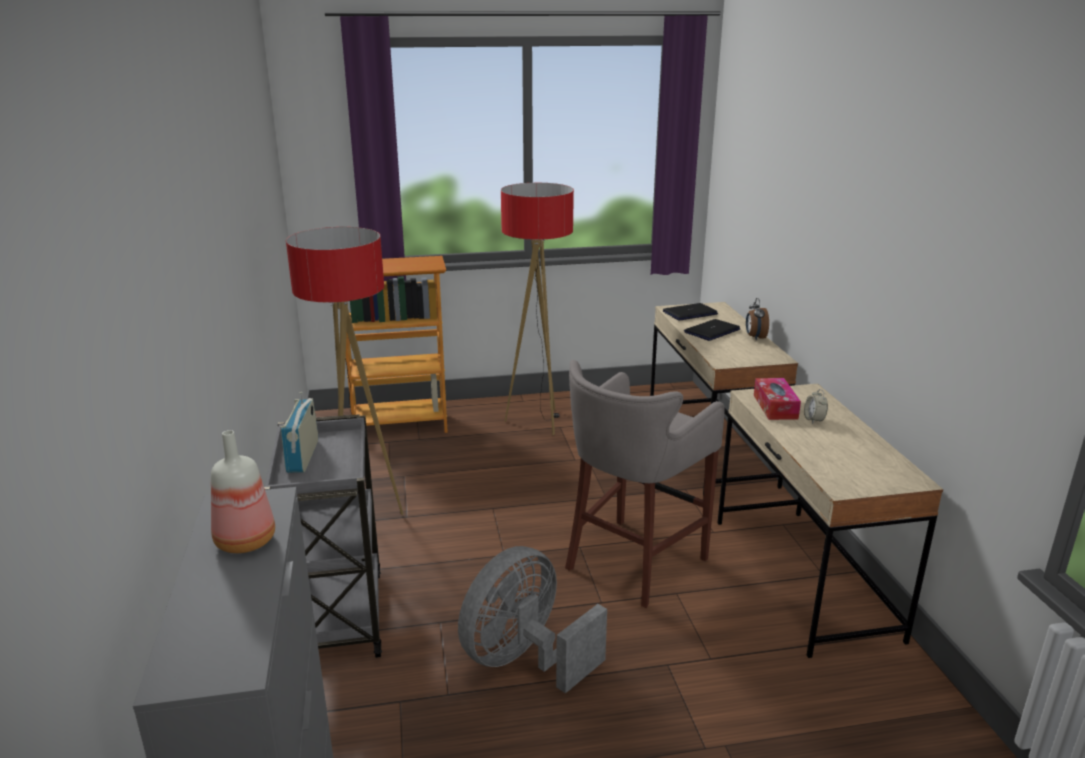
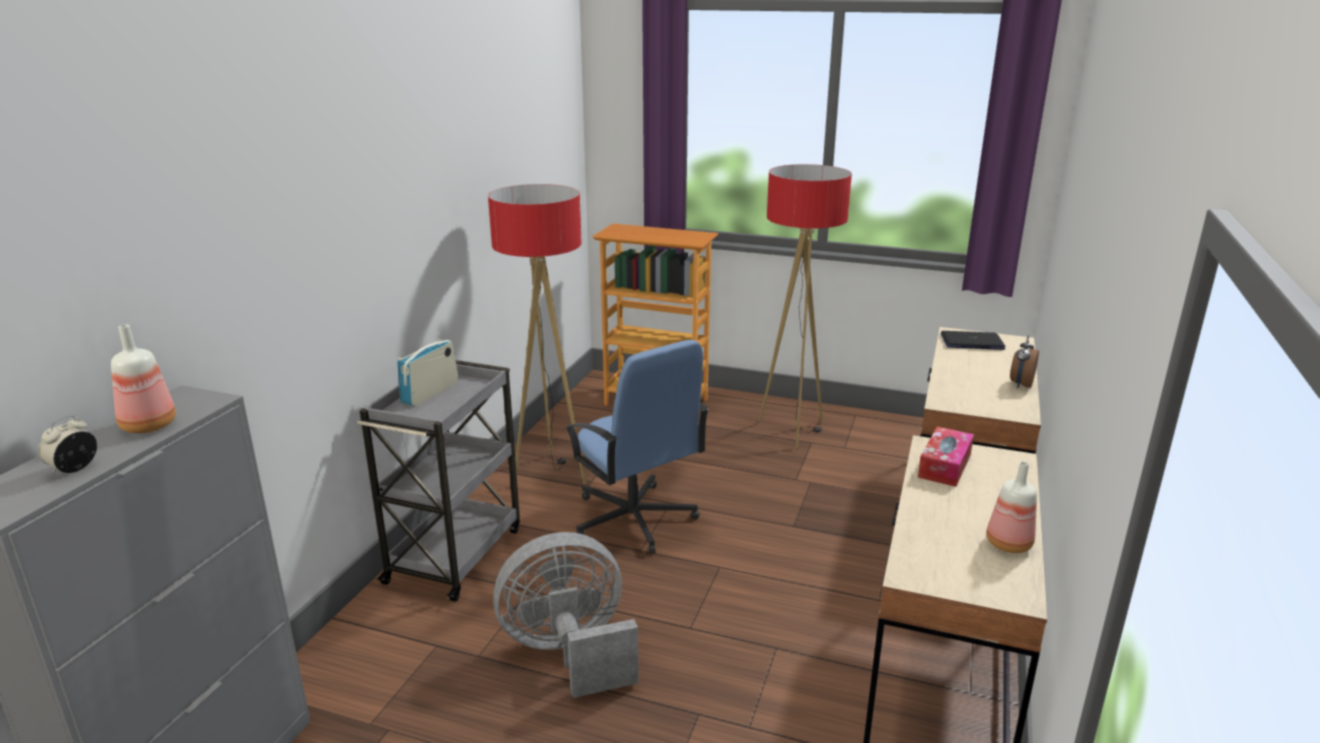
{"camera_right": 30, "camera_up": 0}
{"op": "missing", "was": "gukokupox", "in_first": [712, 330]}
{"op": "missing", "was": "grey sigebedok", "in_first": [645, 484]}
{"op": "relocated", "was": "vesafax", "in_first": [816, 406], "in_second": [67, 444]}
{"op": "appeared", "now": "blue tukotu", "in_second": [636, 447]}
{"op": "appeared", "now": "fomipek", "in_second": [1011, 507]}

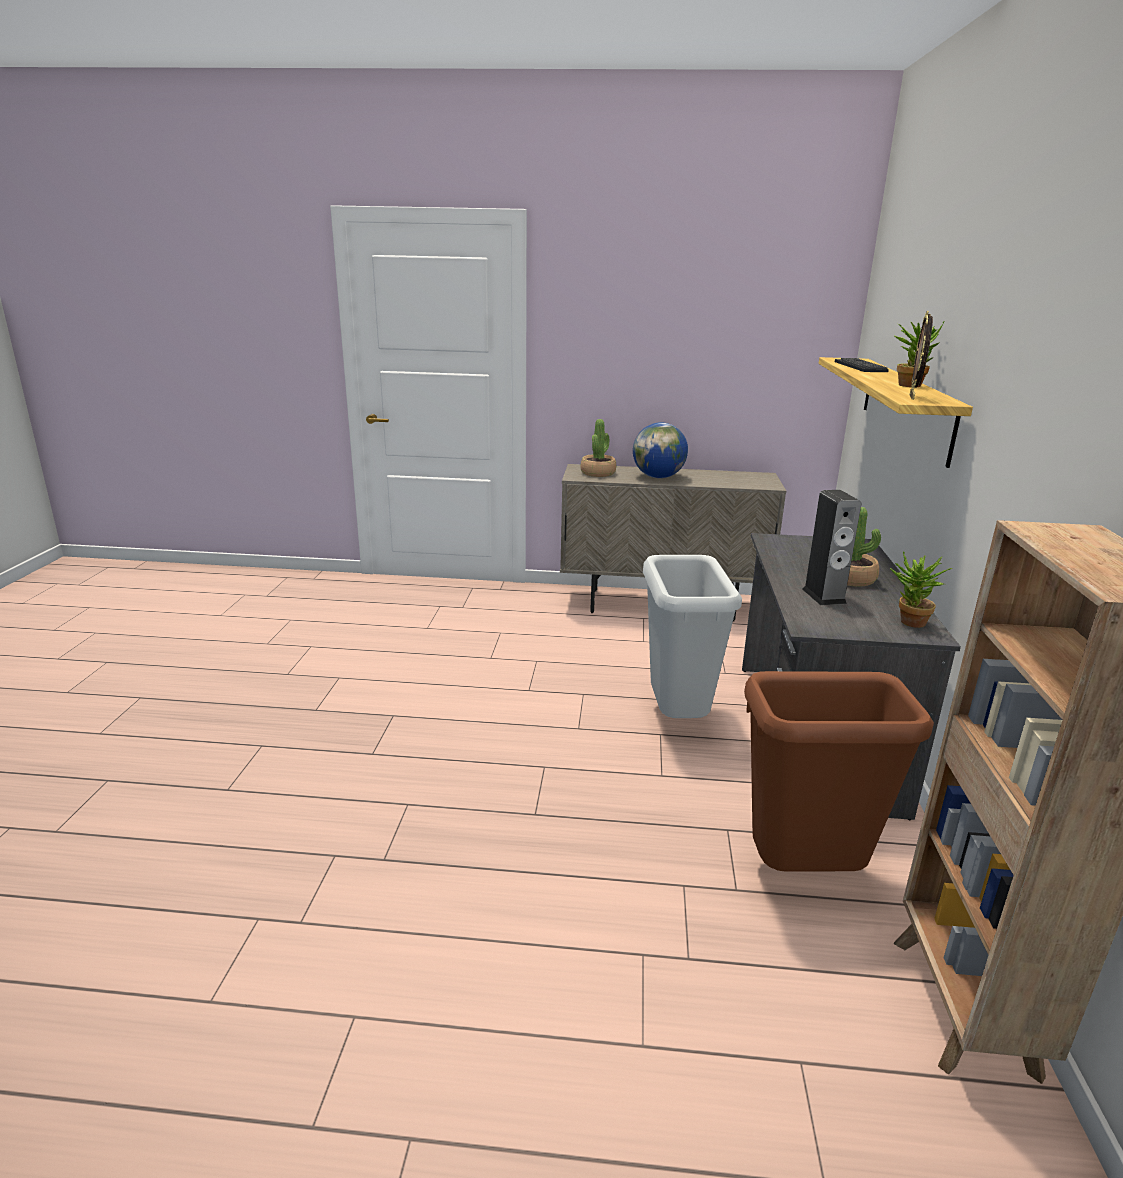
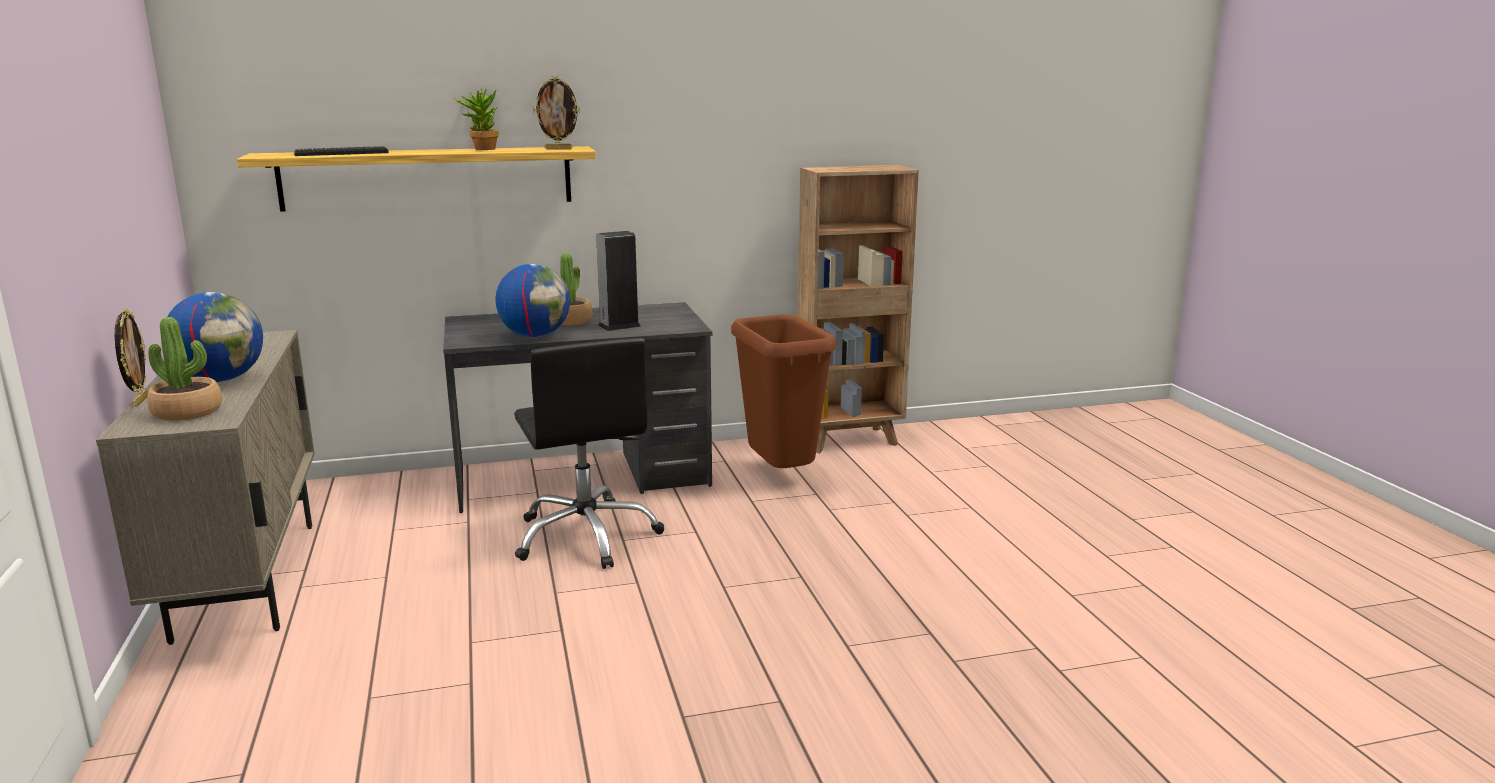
{"camera_right": -110, "camera_up": -5}
{"op": "missing", "was": "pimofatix", "in_first": [921, 589]}
{"op": "exchanged", "was": "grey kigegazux", "now": "black tukotu", "in_first": [692, 636], "in_second": [589, 453]}
{"op": "appeared", "now": "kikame", "in_second": [533, 300]}
{"op": "appeared", "now": "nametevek", "in_second": [131, 358]}

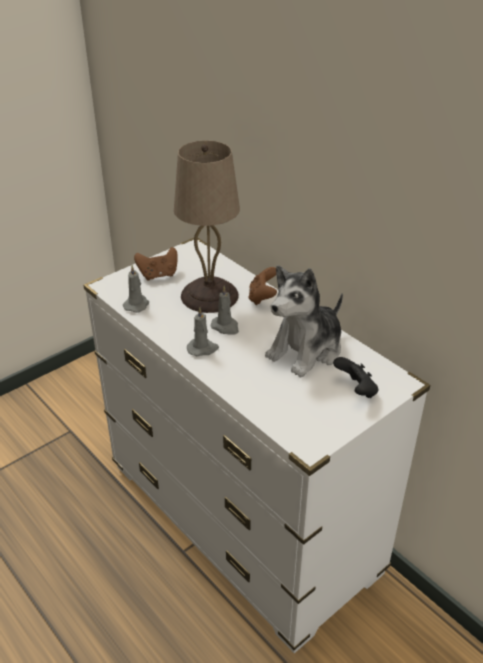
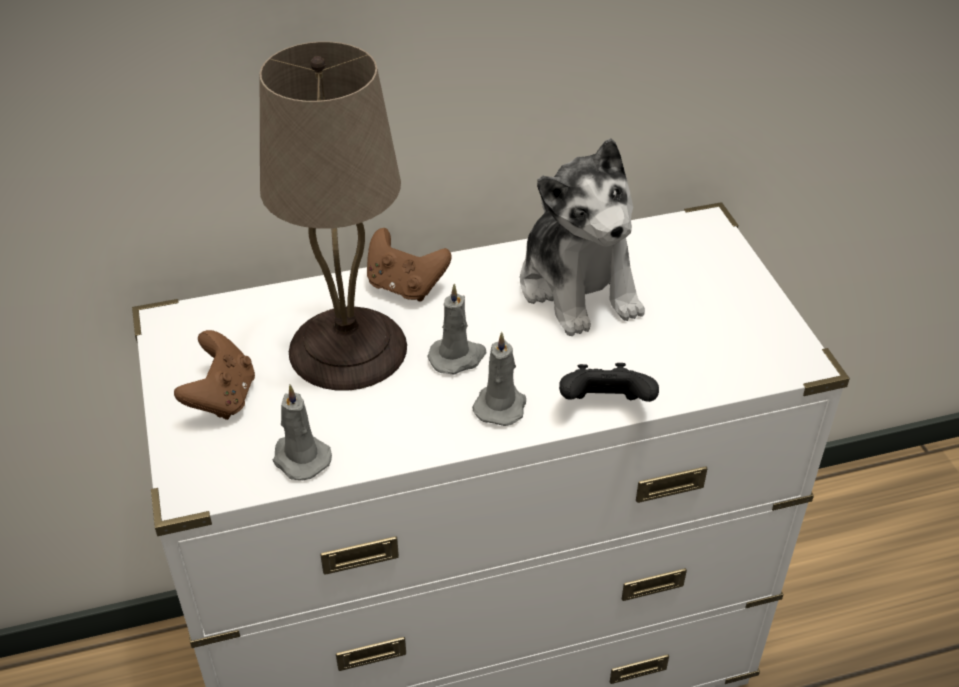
{"camera_right": -65, "camera_up": 5}
{"op": "relocated", "was": "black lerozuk", "in_first": [355, 377], "in_second": [609, 382]}

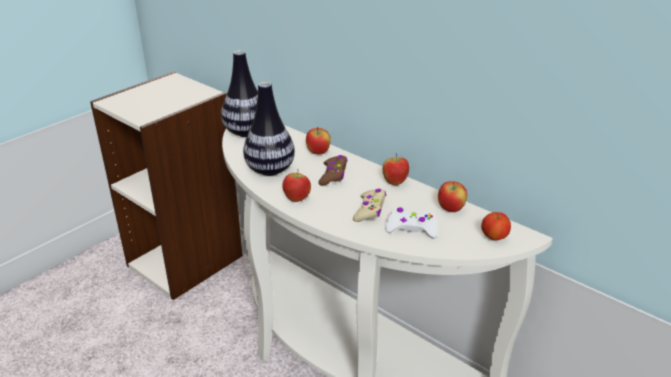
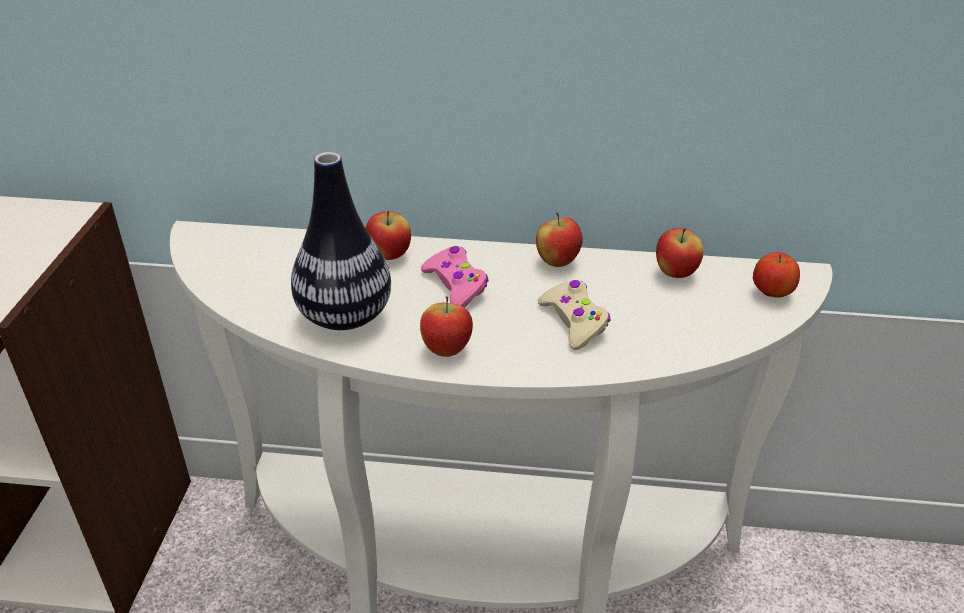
{"camera_right": -35, "camera_up": 5}
{"op": "missing", "was": "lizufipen", "in_first": [239, 93]}
{"op": "colour", "was": "brown lerozuk", "now": "pink lerozuk", "in_first": [333, 170], "in_second": [454, 276]}
{"op": "missing", "was": "white lerozuk", "in_first": [411, 222]}

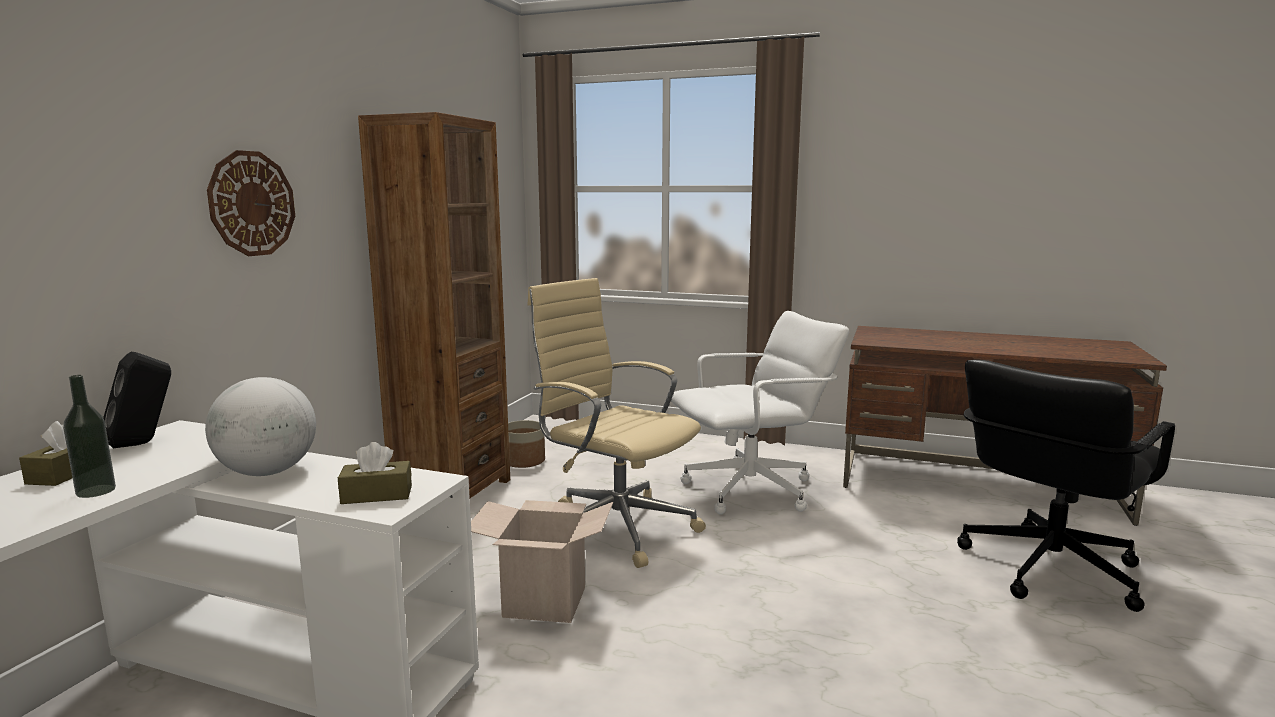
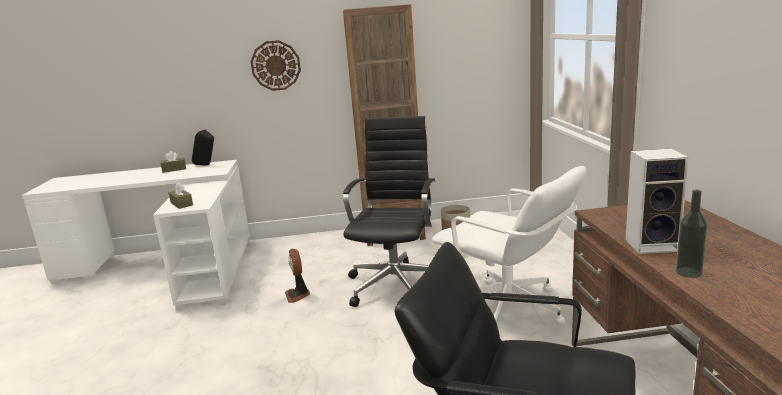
{"camera_right": 65, "camera_up": 5}
{"op": "colour", "was": "beige tukotu", "now": "black tukotu", "in_first": [616, 423], "in_second": [389, 211]}
{"op": "relocated", "was": "fomipek", "in_first": [89, 436], "in_second": [692, 234]}
{"op": "missing", "was": "kikame", "in_first": [260, 426]}
{"op": "exchanged", "was": "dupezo", "now": "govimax", "in_first": [542, 561], "in_second": [297, 276]}
{"op": "appeared", "now": "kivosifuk", "in_second": [657, 201]}

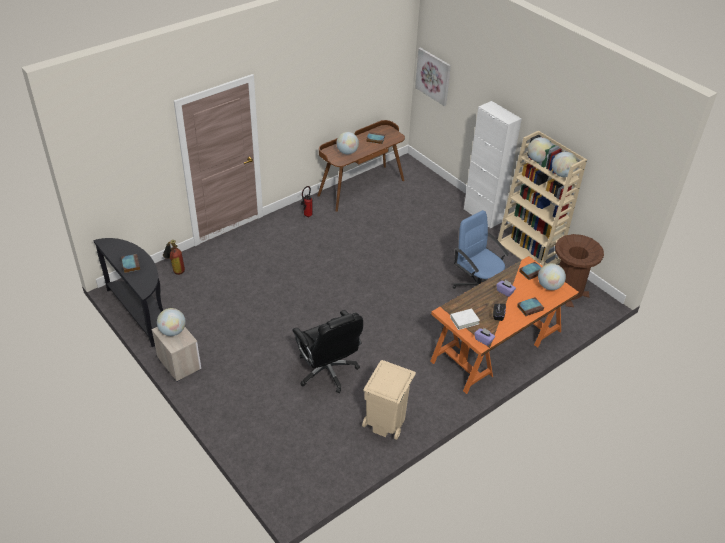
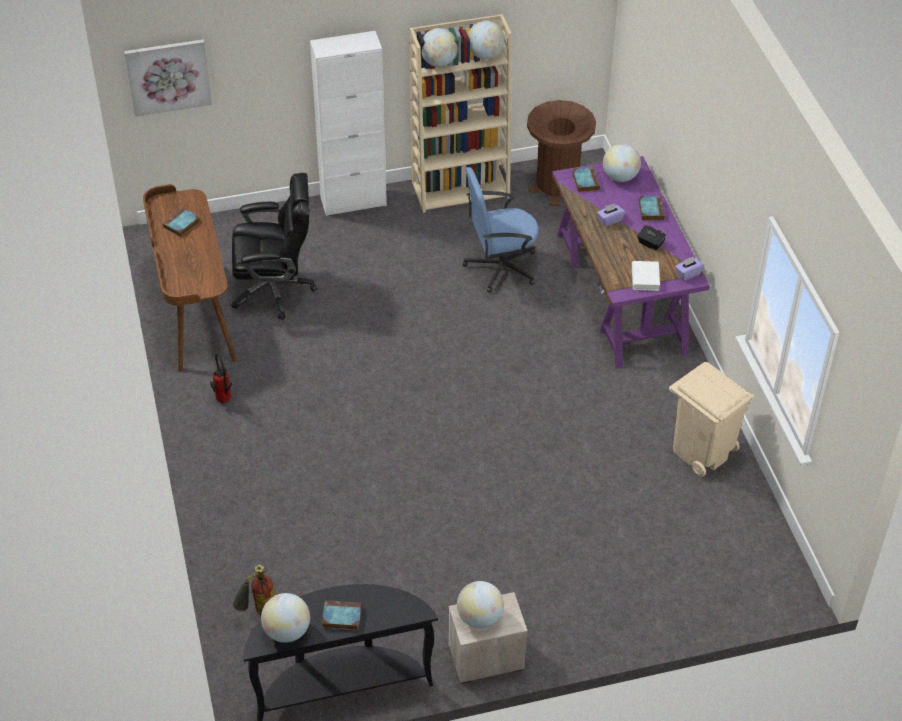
{"camera_right": -65, "camera_up": 5}
{"op": "relocated", "was": "kikame", "in_first": [347, 143], "in_second": [285, 618]}
{"op": "colour", "was": "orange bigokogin", "now": "purple bigokogin", "in_first": [504, 325], "in_second": [631, 262]}
{"op": "relocated", "was": "black tukotu", "in_first": [328, 351], "in_second": [274, 246]}

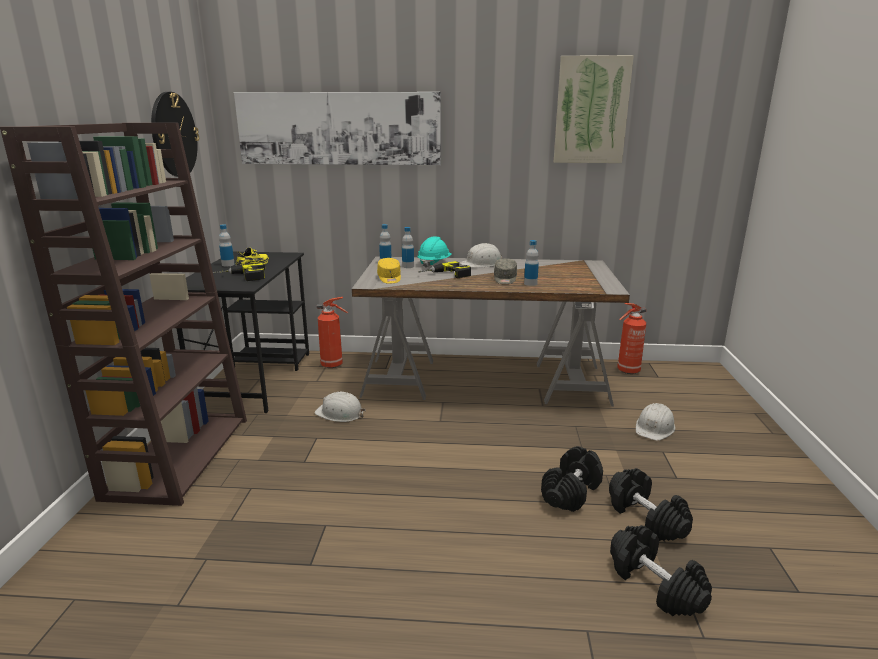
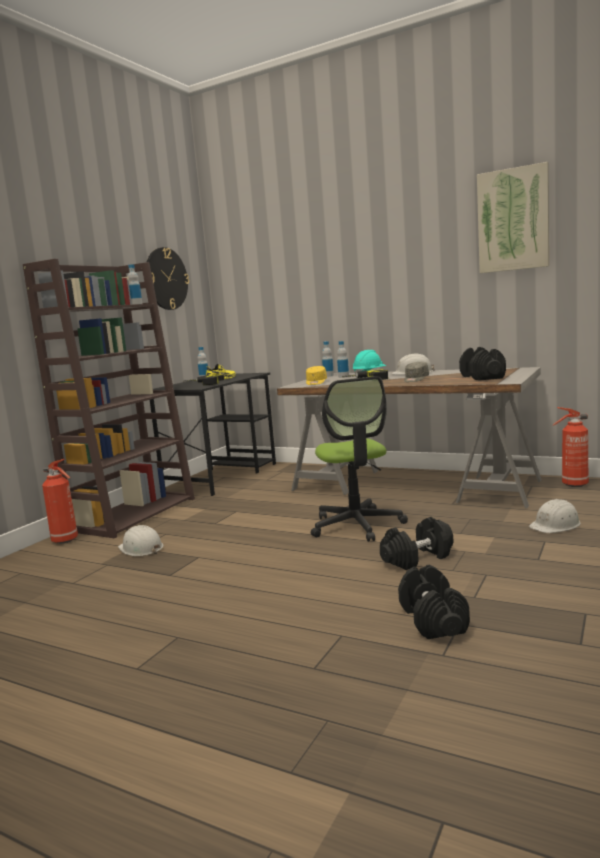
{"camera_right": 25, "camera_up": -10}
{"op": "missing", "was": "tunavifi", "in_first": [337, 128]}
{"op": "relocated", "was": "fomipek", "in_first": [531, 263], "in_second": [135, 284]}
{"op": "relocated", "was": "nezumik", "in_first": [332, 332], "in_second": [60, 501]}
{"op": "relocated", "was": "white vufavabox", "in_first": [340, 407], "in_second": [141, 540]}
{"op": "relocated", "was": "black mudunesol", "in_first": [651, 504], "in_second": [482, 364]}
{"op": "appeared", "now": "tukotu", "in_second": [359, 459]}

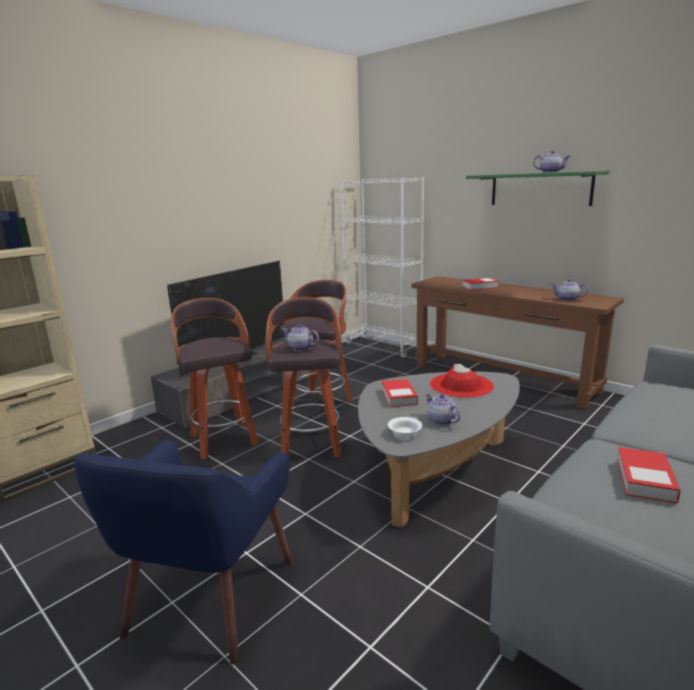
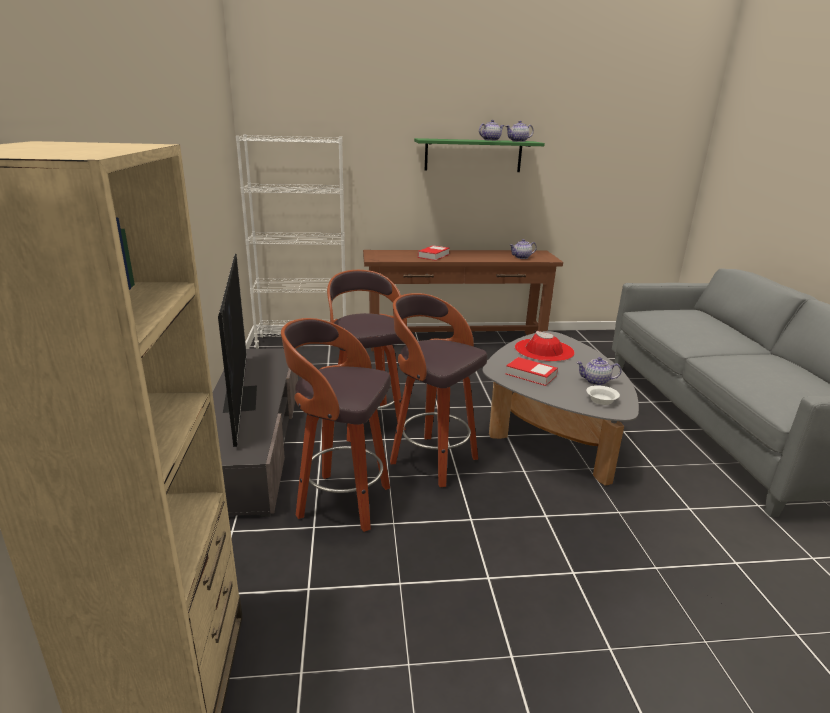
{"camera_right": -50, "camera_up": 5}
{"op": "relocated", "was": "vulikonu", "in_first": [300, 337], "in_second": [520, 131]}
{"op": "missing", "was": "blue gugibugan", "in_first": [184, 552]}
{"op": "missing", "was": "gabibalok", "in_first": [649, 475]}

